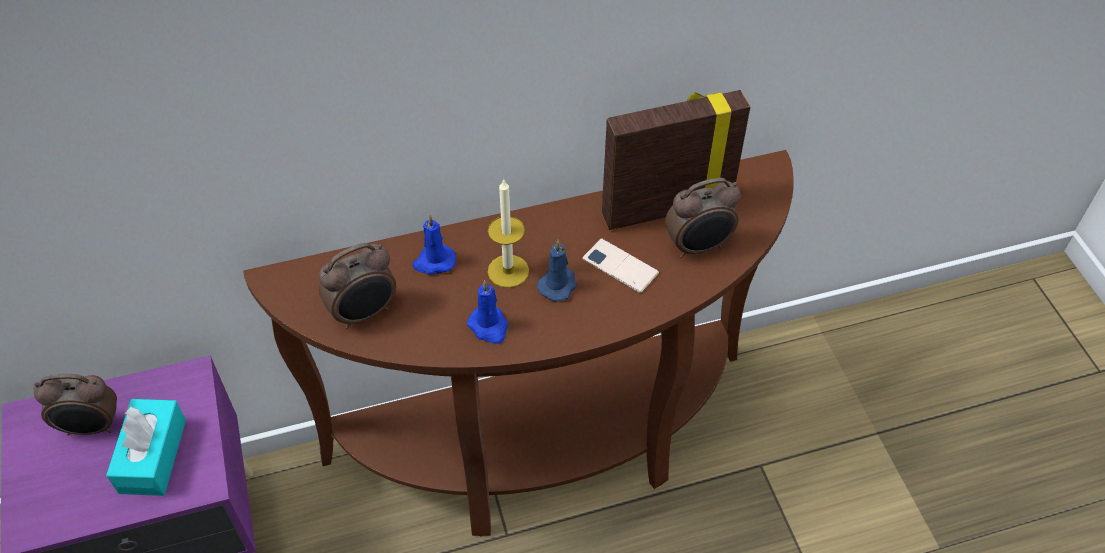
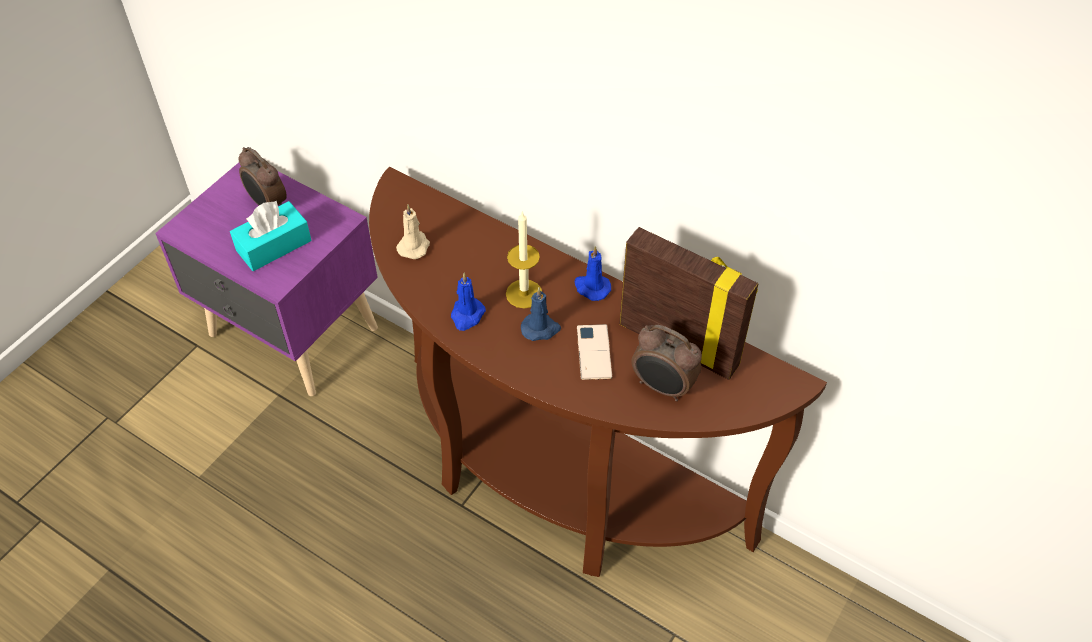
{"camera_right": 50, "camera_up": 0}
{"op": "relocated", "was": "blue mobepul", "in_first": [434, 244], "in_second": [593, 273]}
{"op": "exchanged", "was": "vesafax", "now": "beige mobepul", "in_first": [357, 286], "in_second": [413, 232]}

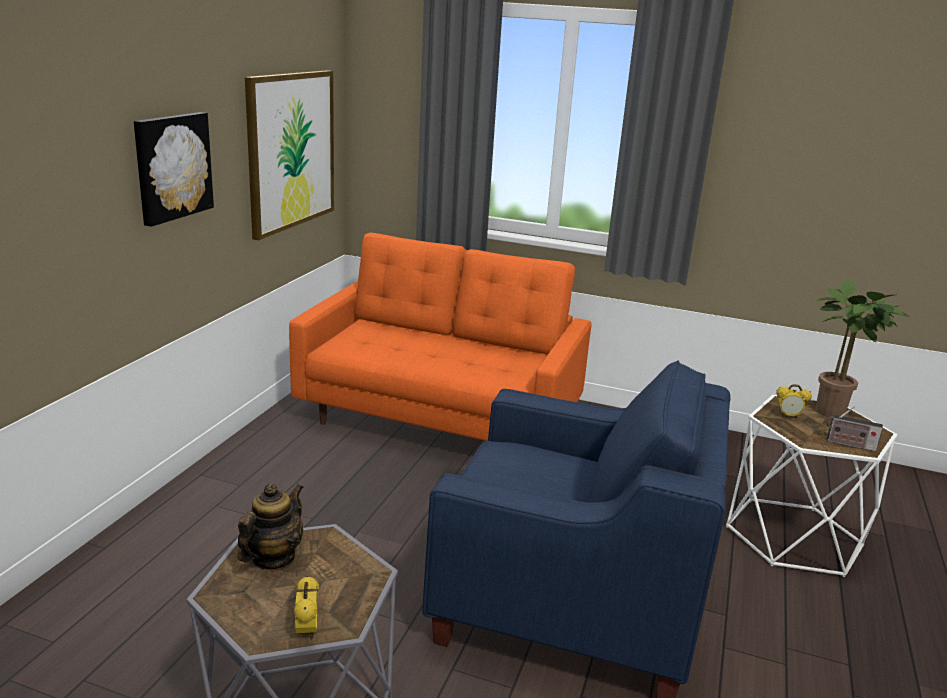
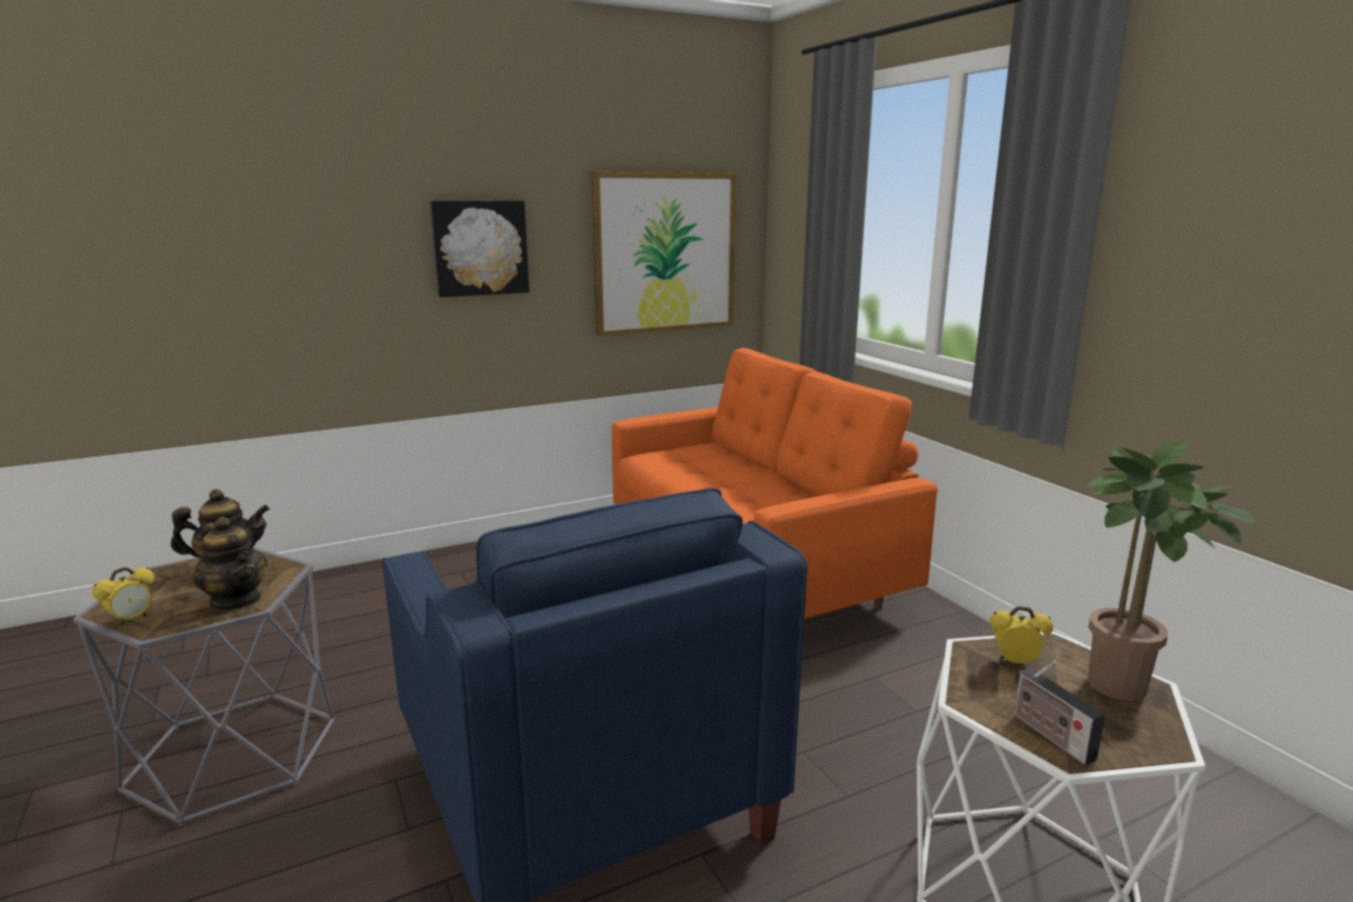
{"camera_right": 45, "camera_up": -5}
{"op": "spun", "was": "vesafax", "in_first": [794, 401], "in_second": [1021, 635], "clockwise": 135}
{"op": "appeared", "now": "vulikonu", "in_second": [230, 563]}

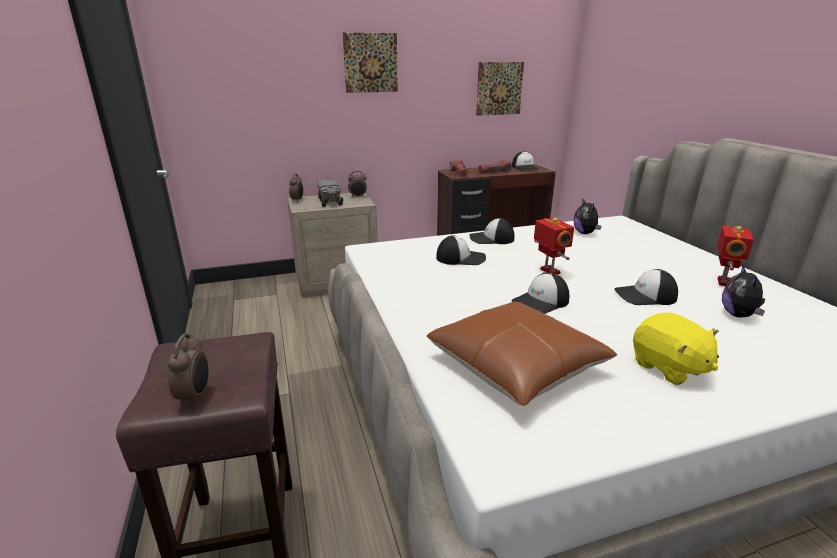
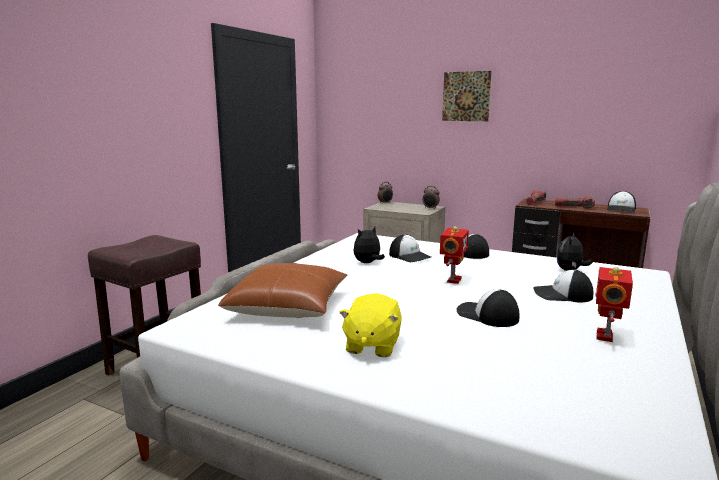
{"camera_right": 45, "camera_up": -10}
{"op": "missing", "was": "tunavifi", "in_first": [500, 89]}
{"op": "missing", "was": "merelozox", "in_first": [330, 193]}
{"op": "spun", "was": "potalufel", "in_first": [735, 256], "in_second": [614, 304], "clockwise": 135}
{"op": "relocated", "was": "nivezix", "in_first": [743, 291], "in_second": [369, 245]}
{"op": "relocated", "was": "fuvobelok", "in_first": [540, 293], "in_second": [563, 286]}
{"op": "missing", "was": "vesafax", "in_first": [188, 370]}

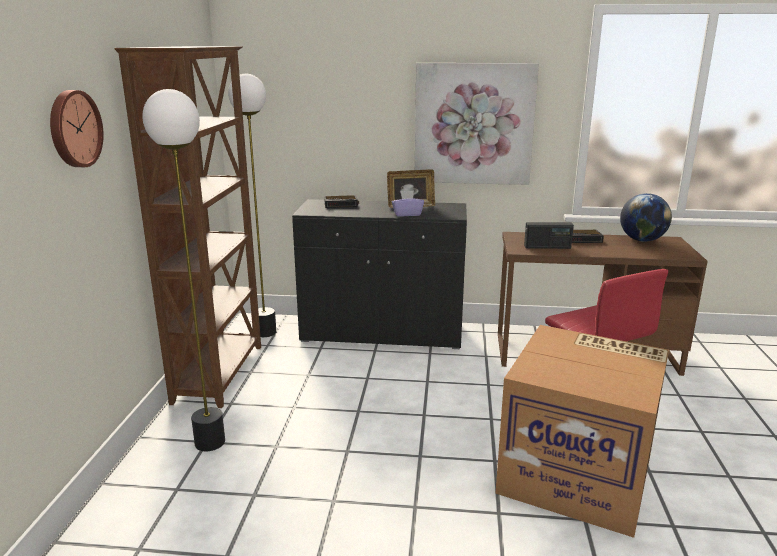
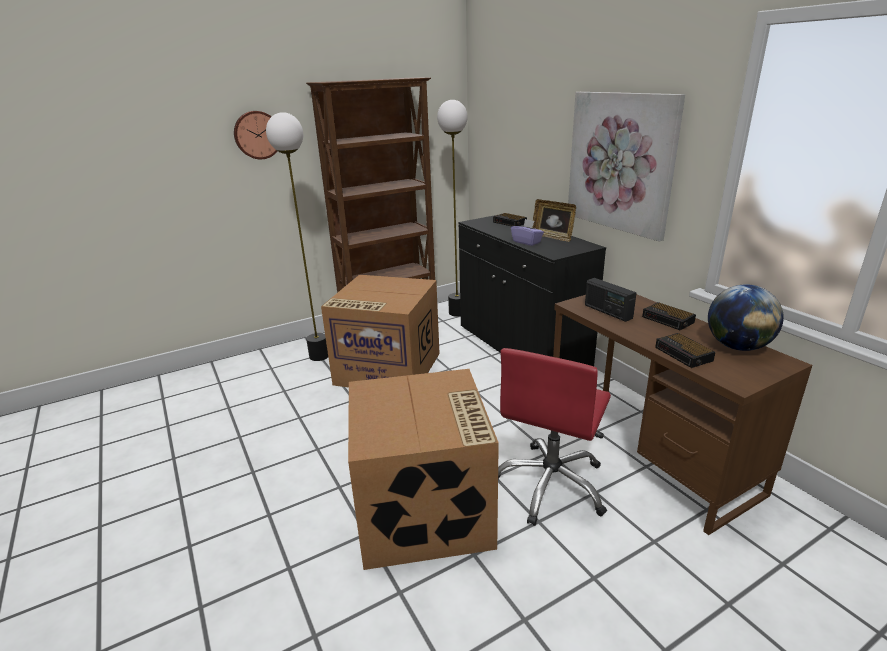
{"camera_right": 55, "camera_up": 5}
{"op": "appeared", "now": "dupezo", "in_second": [380, 331]}
{"op": "appeared", "now": "vesafax", "in_second": [685, 350]}

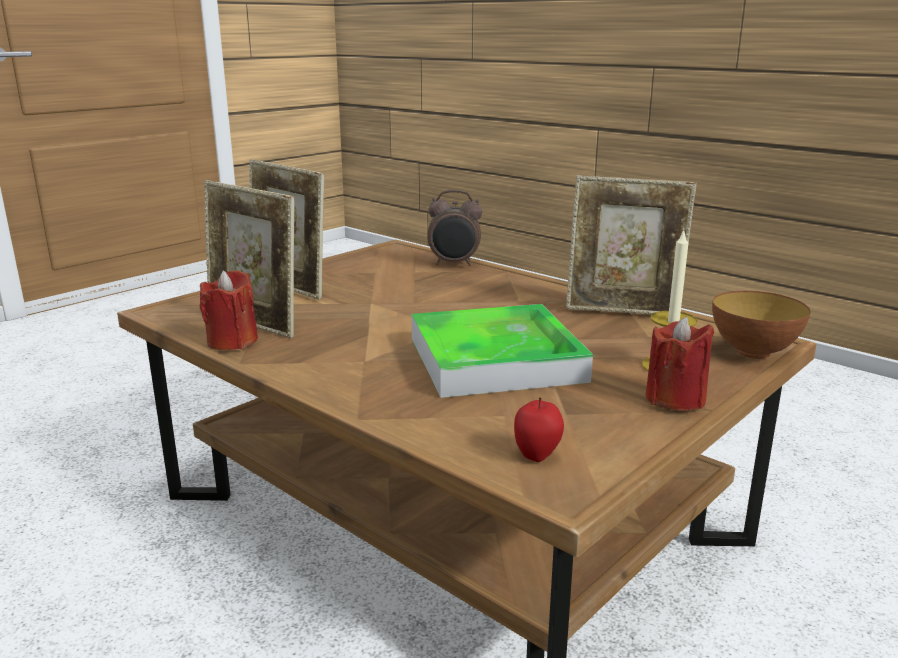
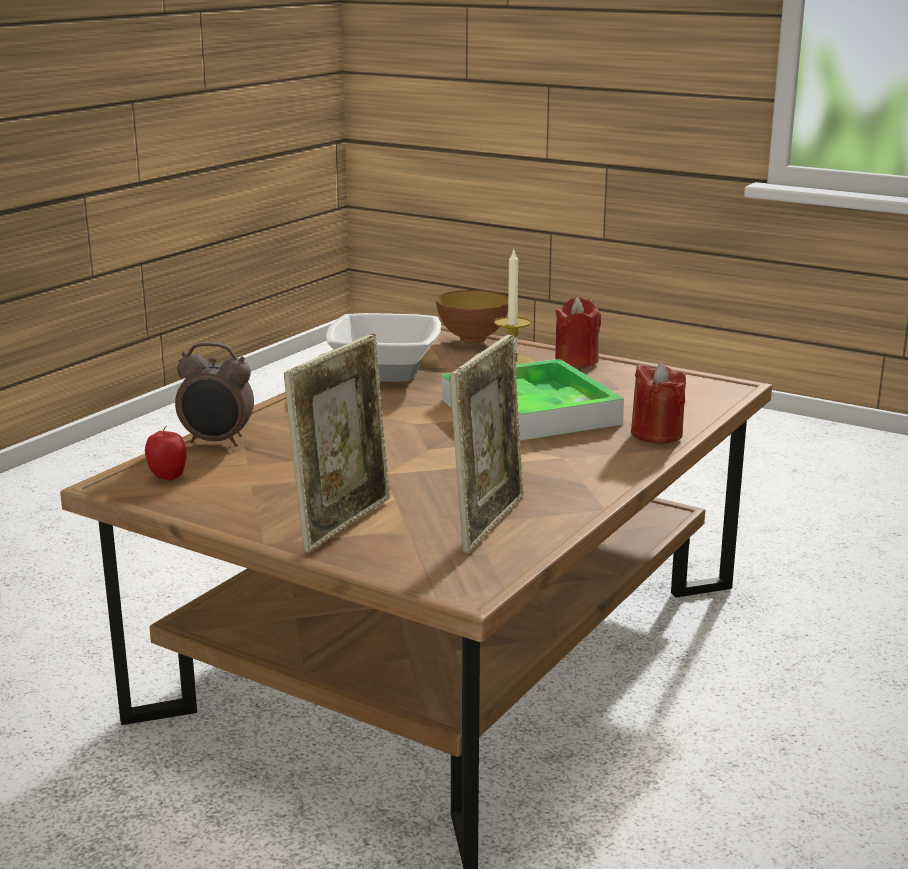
{"camera_right": -100, "camera_up": 0}
{"op": "exchanged", "was": "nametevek", "now": "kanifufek", "in_first": [631, 245], "in_second": [383, 347]}
{"op": "spun", "was": "vesafax", "in_first": [454, 228], "in_second": [214, 394], "clockwise": 105}
{"op": "relocated", "was": "red mobepul", "in_first": [229, 310], "in_second": [658, 403]}
{"op": "relocated", "was": "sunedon", "in_first": [539, 430], "in_second": [166, 453]}

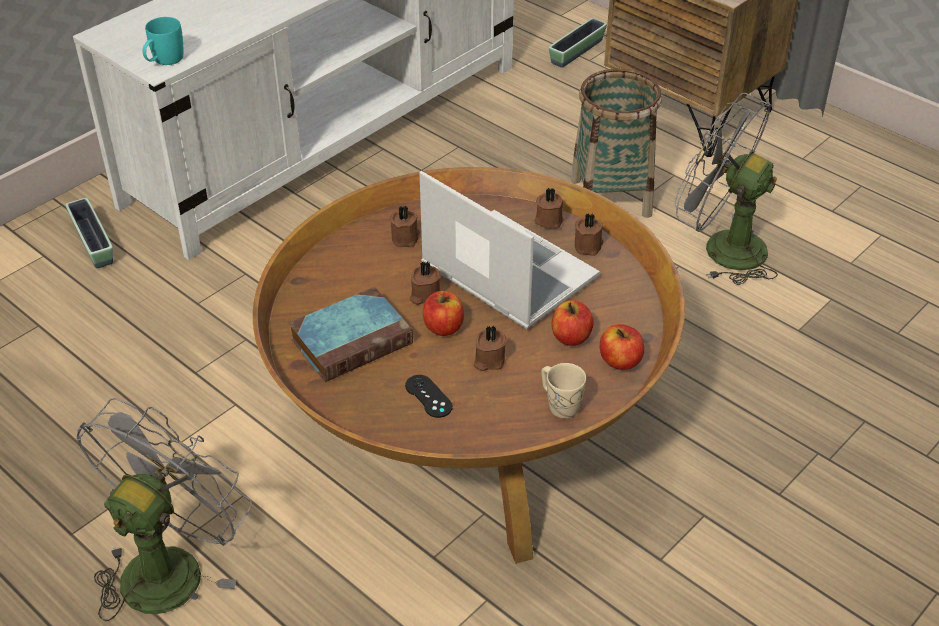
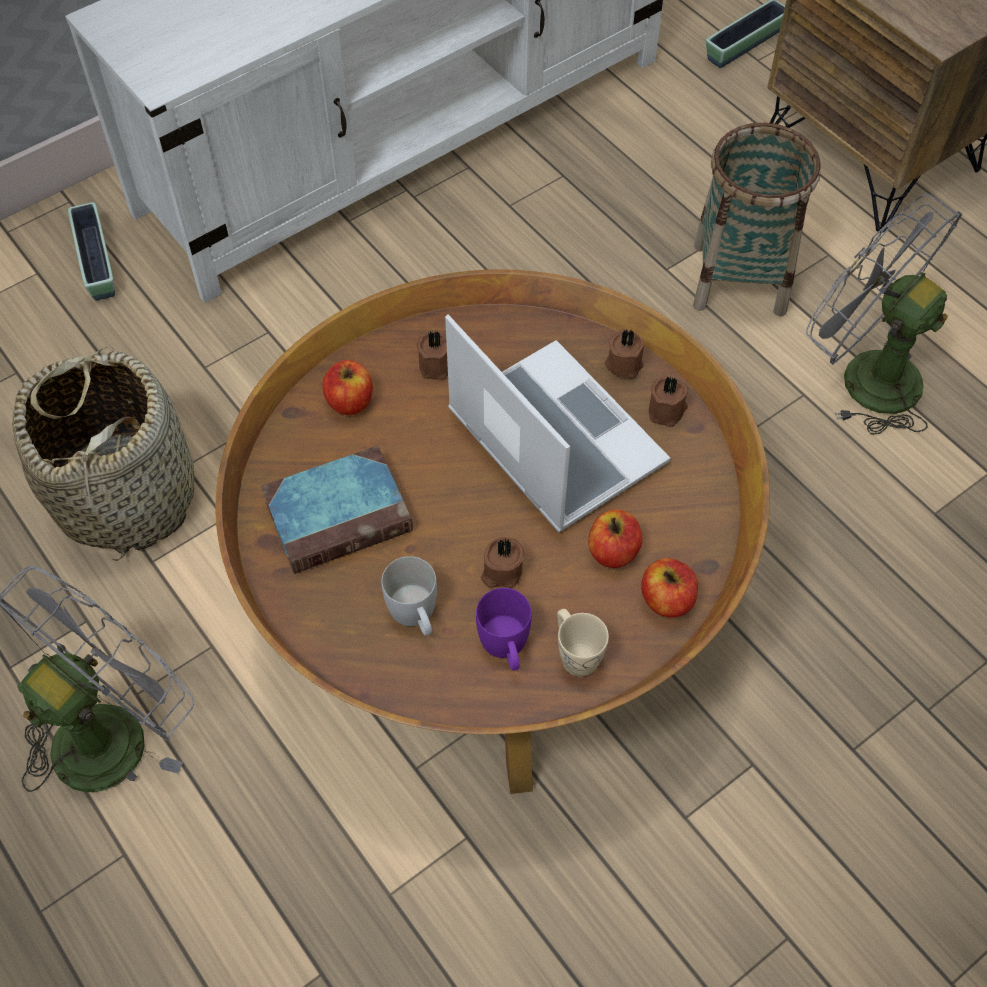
{"camera_right": 10, "camera_up": 15}
{"op": "missing", "was": "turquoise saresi", "in_first": [163, 41]}
{"op": "missing", "was": "brown mobepul", "in_first": [425, 283]}
{"op": "relocated", "was": "sunedon", "in_first": [443, 313], "in_second": [347, 387]}
{"op": "exchanged", "was": "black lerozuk", "now": "white saresi", "in_first": [429, 396], "in_second": [409, 596]}
{"op": "appeared", "now": "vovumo", "in_second": [103, 454]}
{"op": "appeared", "now": "purple saresi", "in_second": [504, 629]}

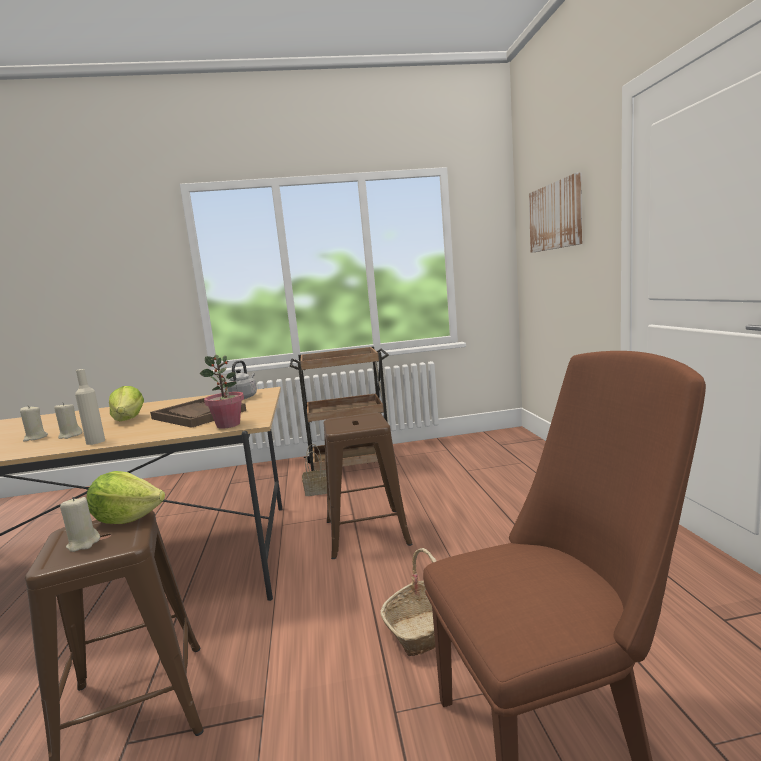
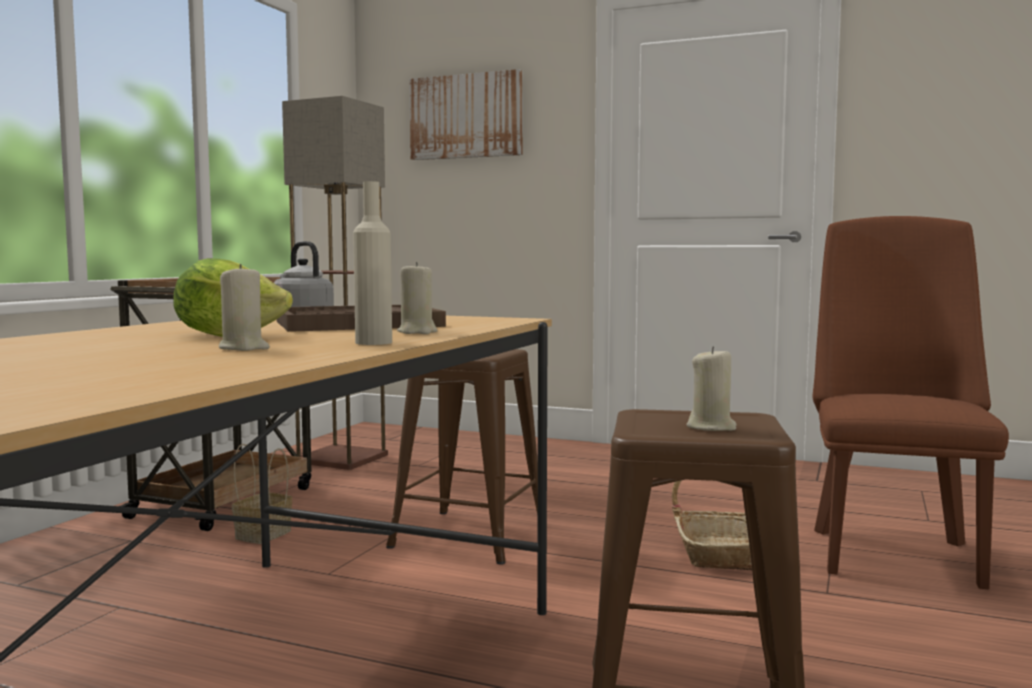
{"camera_right": -60, "camera_up": -5}
{"op": "missing", "was": "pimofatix", "in_first": [222, 392]}
{"op": "relocated", "was": "beige mobepul", "in_first": [34, 423], "in_second": [417, 298]}
{"op": "missing", "was": "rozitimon", "in_first": [125, 497]}
{"op": "appeared", "now": "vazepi", "in_second": [335, 283]}

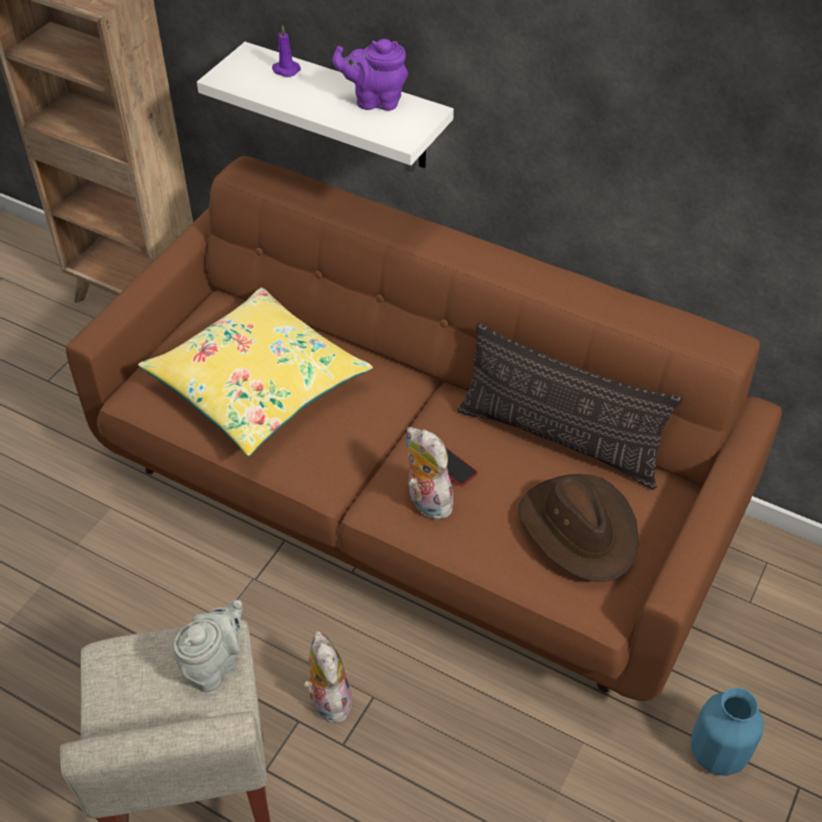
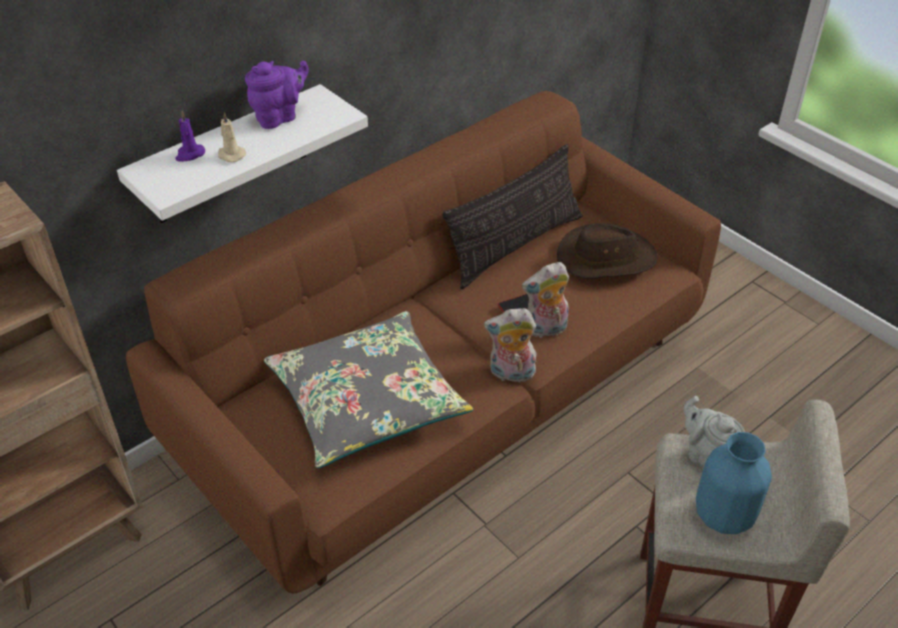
{"camera_right": -70, "camera_up": -5}
{"op": "spun", "was": "purple vulikonu", "in_first": [370, 75], "in_second": [277, 95], "clockwise": -150}
{"op": "colour", "was": "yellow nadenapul", "now": "grey nadenapul", "in_first": [255, 372], "in_second": [369, 389]}
{"op": "relocated", "was": "nivezix", "in_first": [327, 677], "in_second": [510, 345]}
{"op": "relocated", "was": "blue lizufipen", "in_first": [727, 731], "in_second": [734, 483]}
{"op": "appeared", "now": "beige mobepul", "in_second": [232, 137]}

